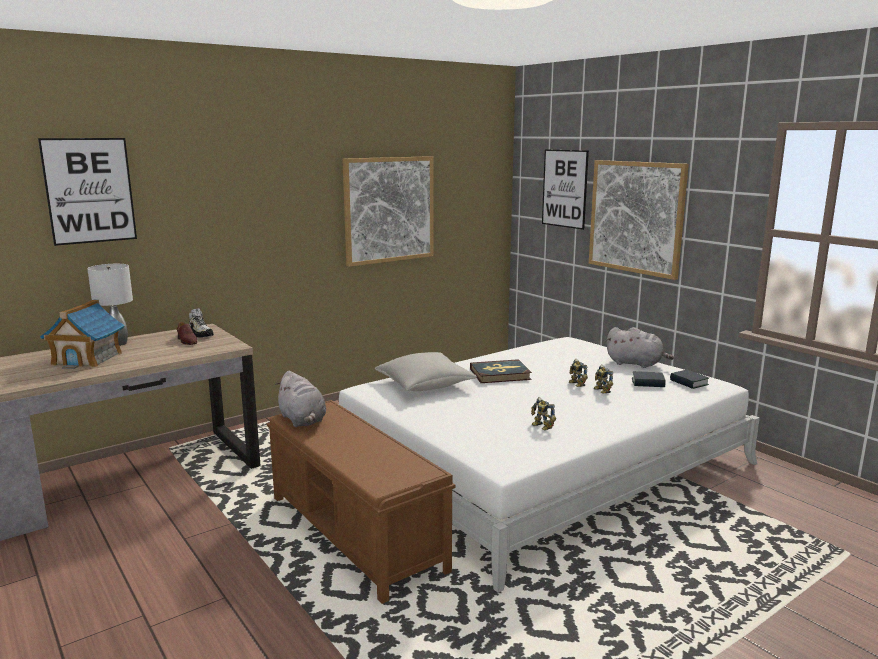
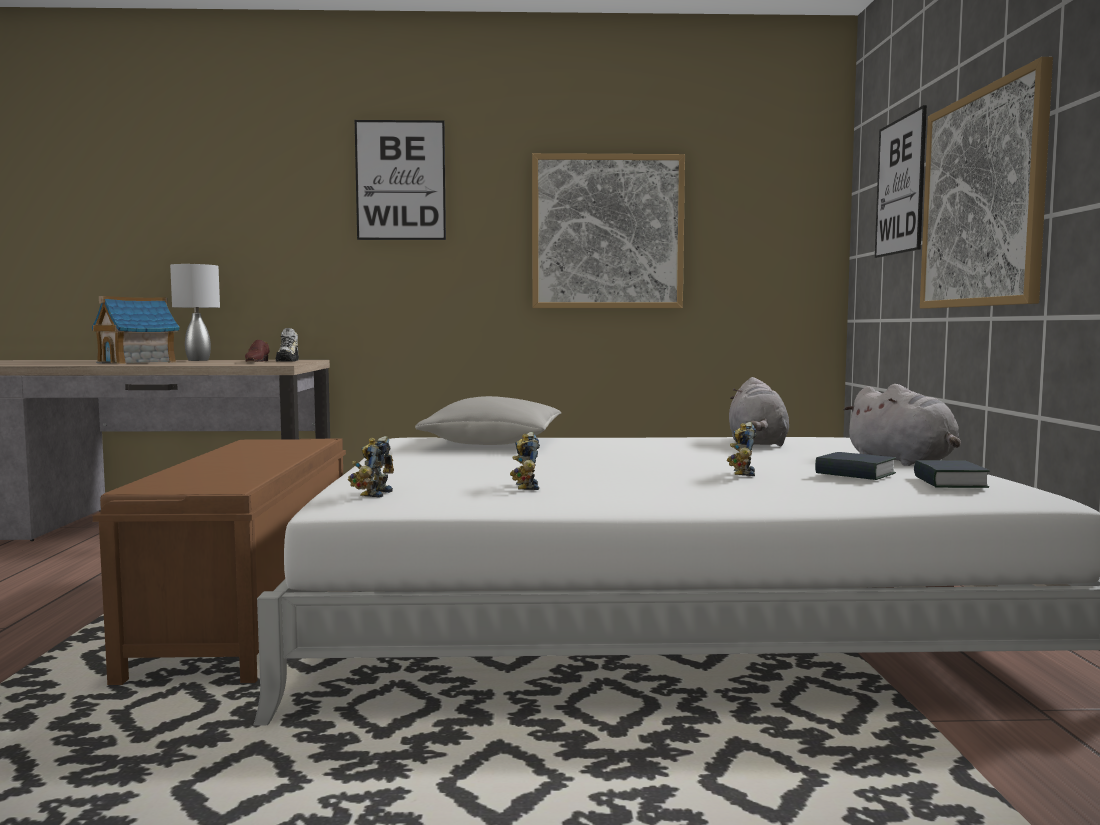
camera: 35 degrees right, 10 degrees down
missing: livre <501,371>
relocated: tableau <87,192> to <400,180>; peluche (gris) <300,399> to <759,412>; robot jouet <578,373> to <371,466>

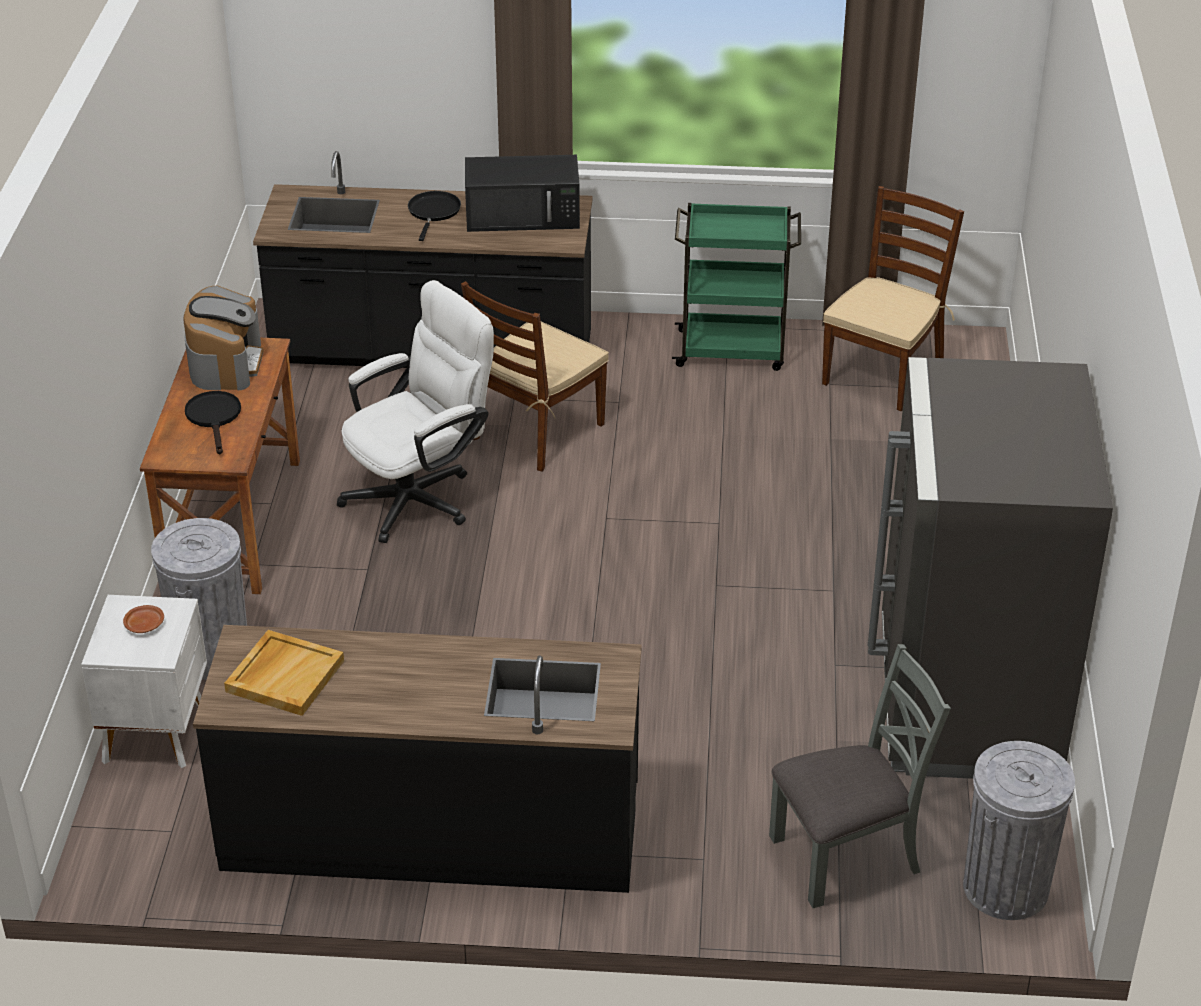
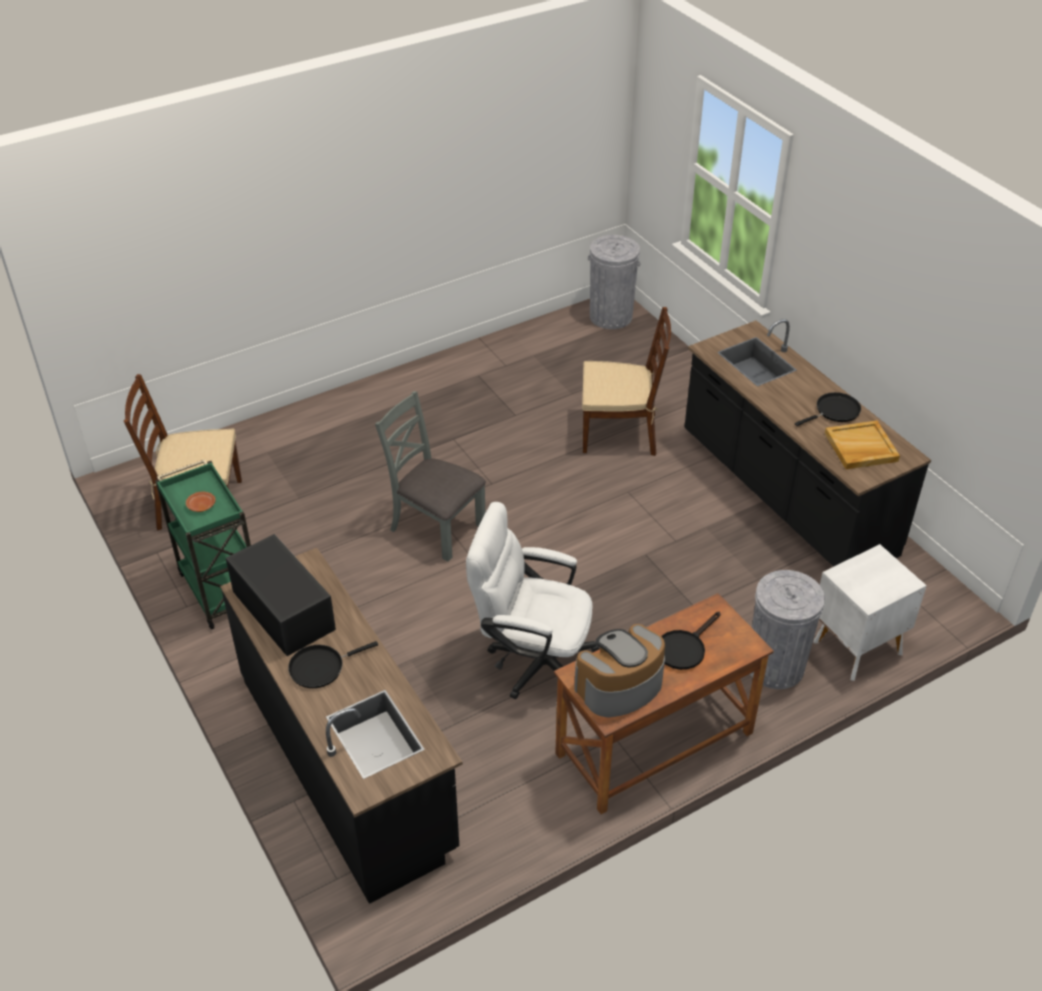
camera: 125 degrees left, 5 degrees up
missing: réfrigérateur (gris) <990,568>
appeared: poêle (noir) <828,409>
relocated: assiette (marron) <143,619> to <201,502>; chaise (marron) <535,376> to <626,381>; chaise (gris) <860,776> to <430,476>

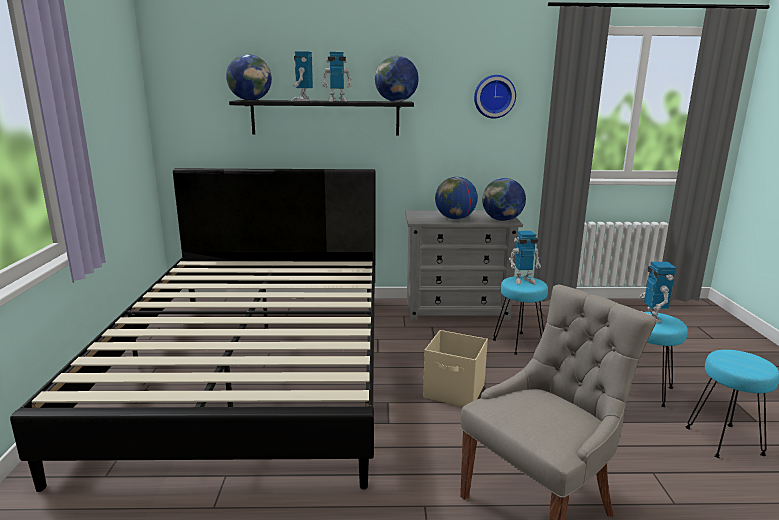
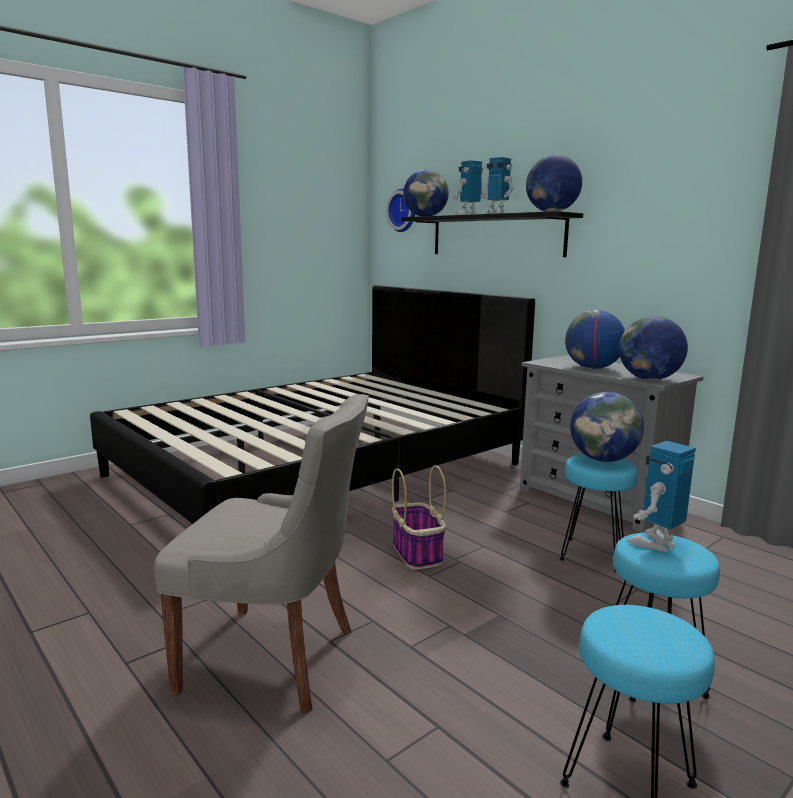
camera: 50 degrees right, 5 degrees down
relocated: horloge murale <495,97> to <400,210>
exchanged: boîte de rangement (beige) <455,368> to panier <419,517>; robot jouet <525,258> to globe <607,427>

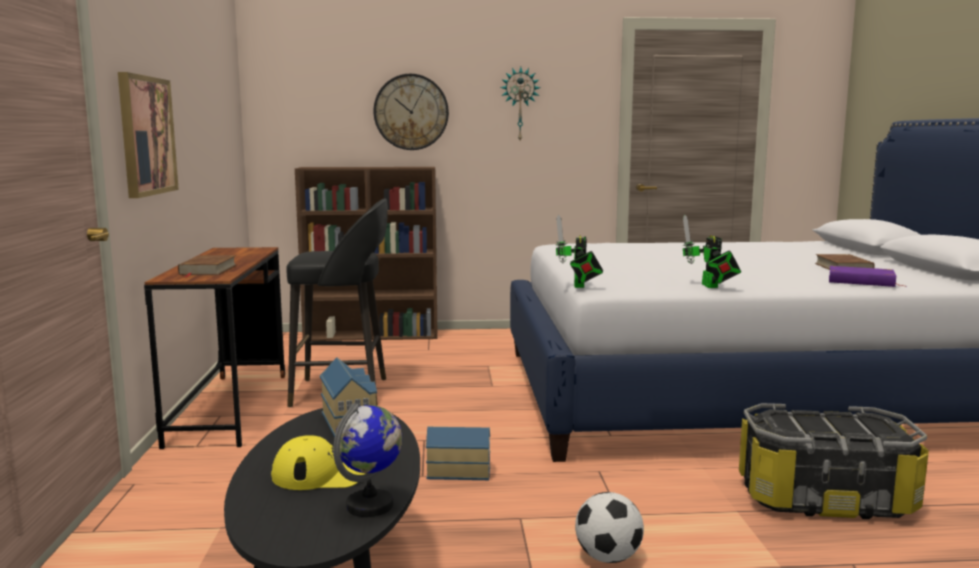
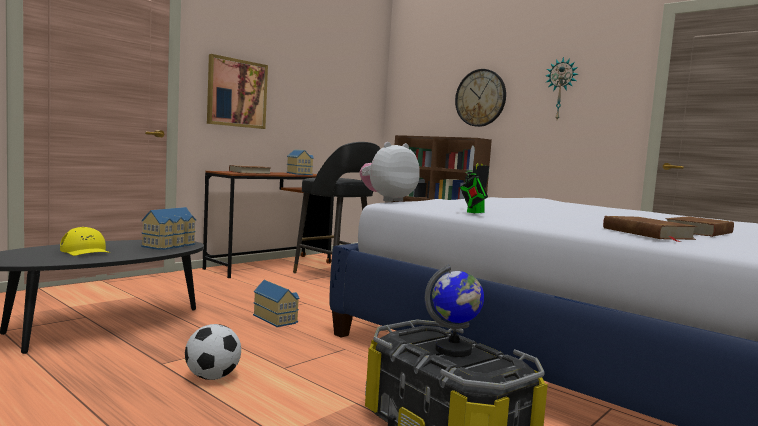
camera: 45 degrees right, 5 degrees down
appeared: maison miniature <300,162>
relocated: globe <367,460> to <454,310>
exchanged: robot jouet <579,251> to peluche <390,172>
colour: livre (violet) <866,276> to livre (marron) <650,229>

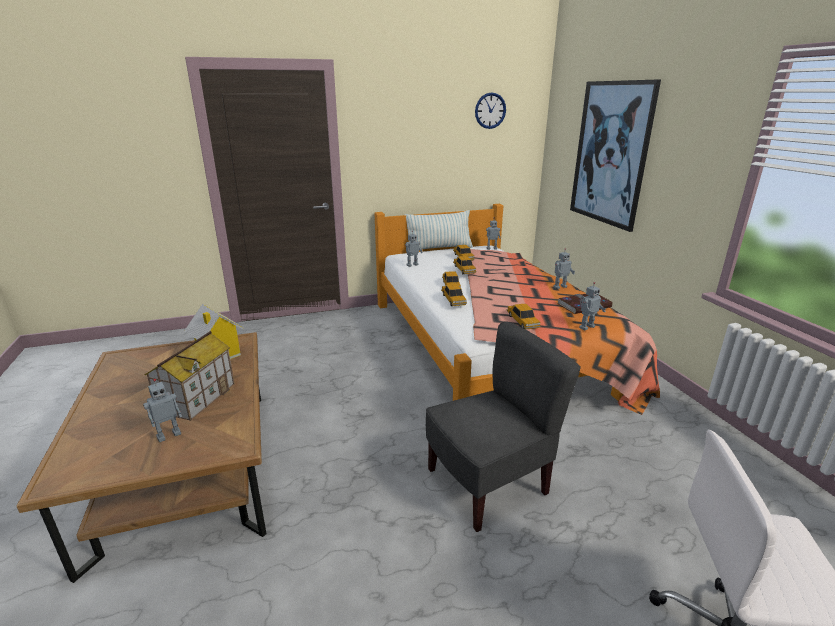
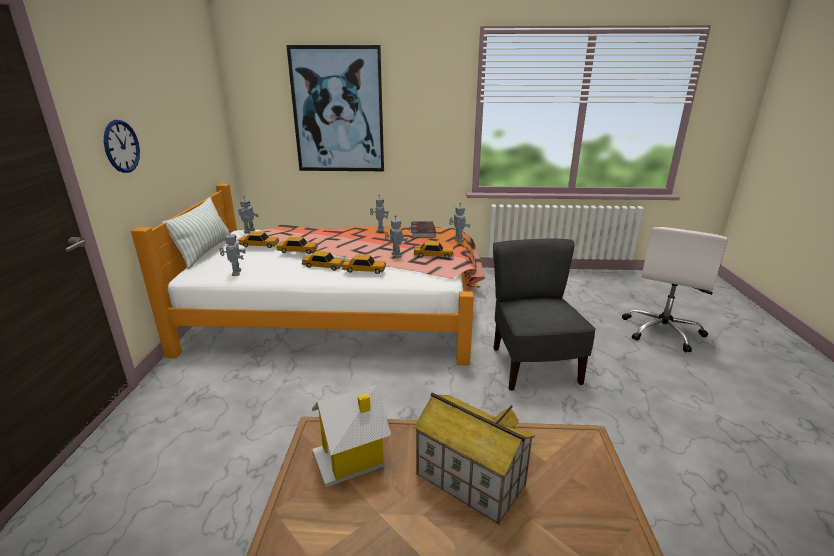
camera: 70 degrees left, 0 degrees up
relocated: robot jouet <162,410> to <396,236>; horloge murale <490,110> to <122,146>

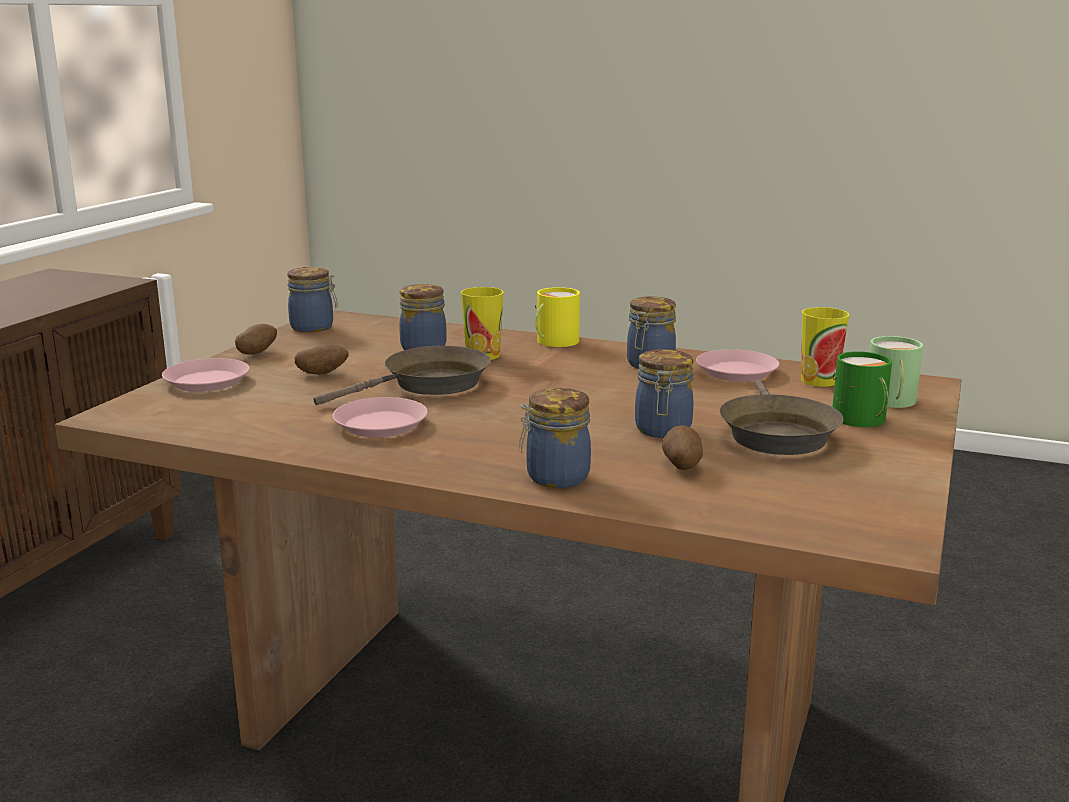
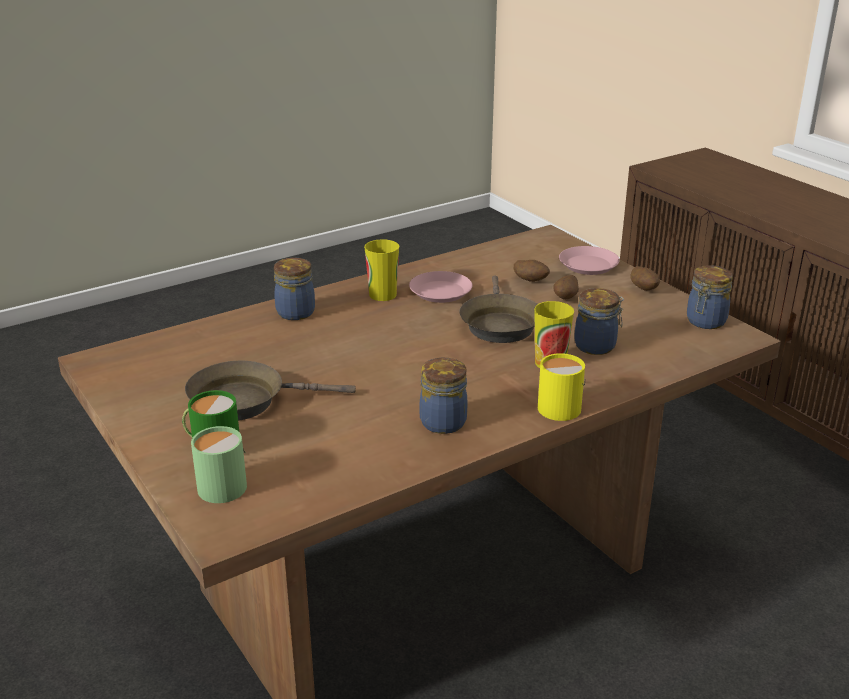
camera: 125 degrees right, 10 degrees up
missing: bocal <664,393>; assiette (rose) <738,365>
relocated: pomme de terre <682,447> to <532,271>; tasse <825,347> to <381,270>
spun: poêle (marron) <782,417> = <270,391> 45 degrees counterclockwise

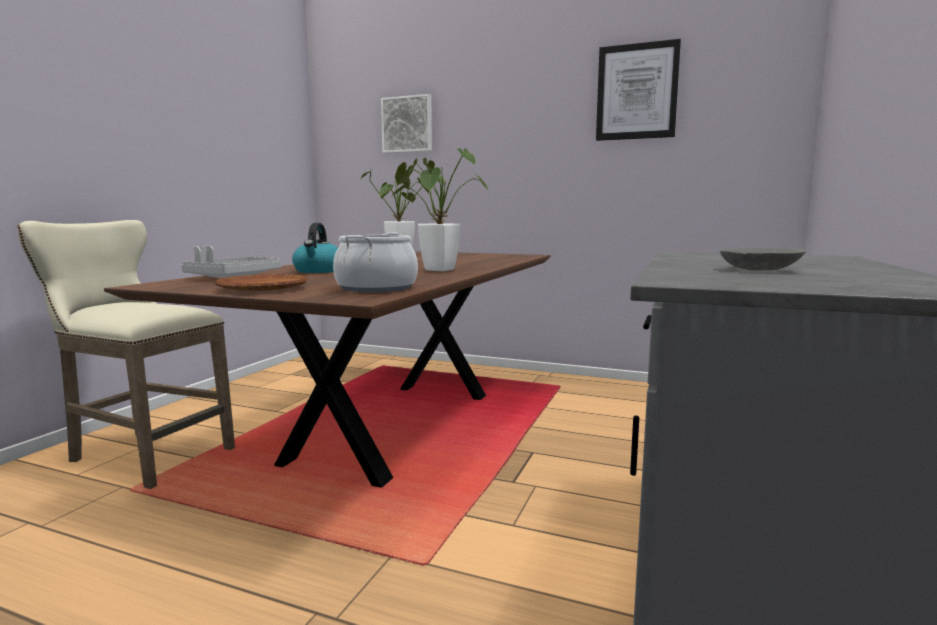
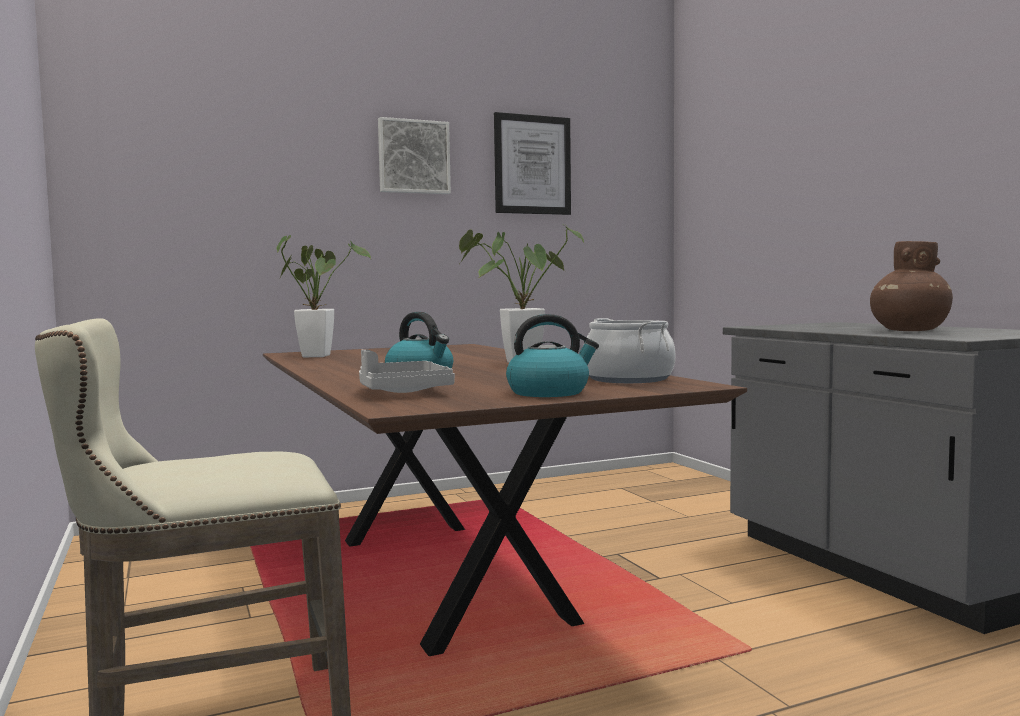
camera: 45 degrees left, 5 degrees down
relocated: tableau <406,123> to <414,155>
exchanged: assiette (marron) <261,282> to bouilloire <552,355>; bol (gris) <763,259> to vase (marron) <911,286>

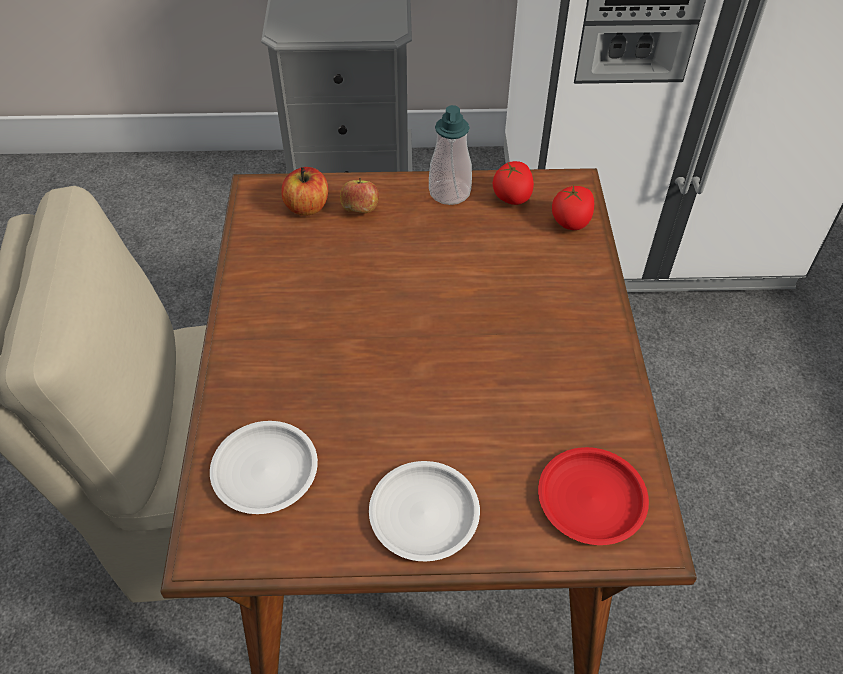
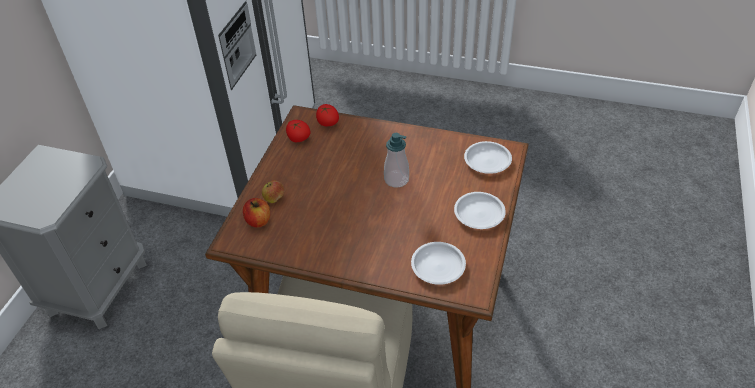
camera: 70 degrees left, 5 degrees down
relocated: distributeur de savon <450,155> to <396,160>
colour: assiette (rouge) <593,496> to assiette (blanc) <488,157>

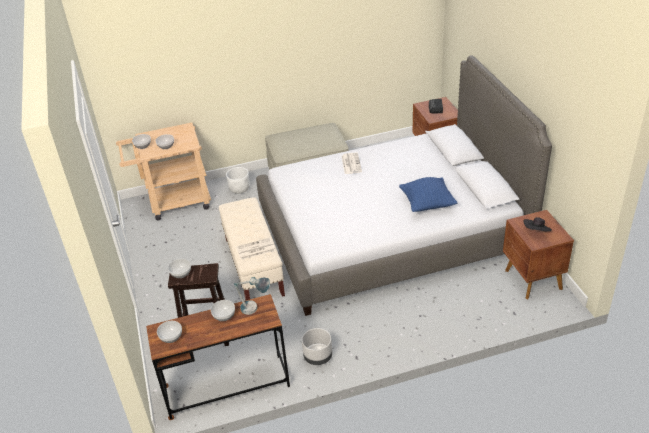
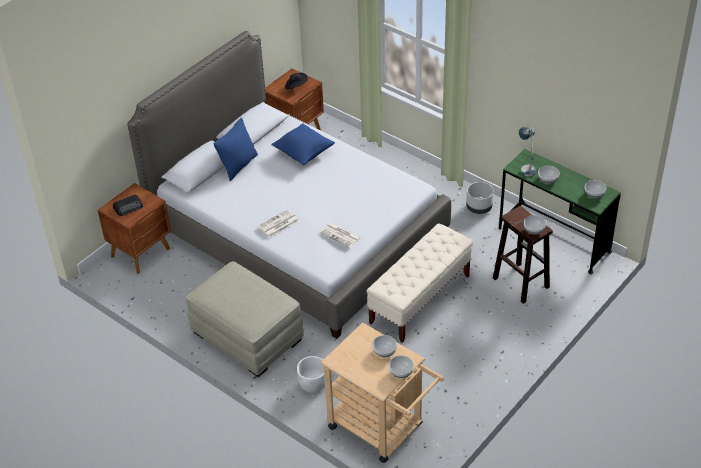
camera: 125 degrees left, 5 degrees up
appeared: coussin (bleu) <236,149>
relocated: journal <256,249> to <340,235>
colour: bureau (marron) <218,357> to bureau (vert) <560,212>

